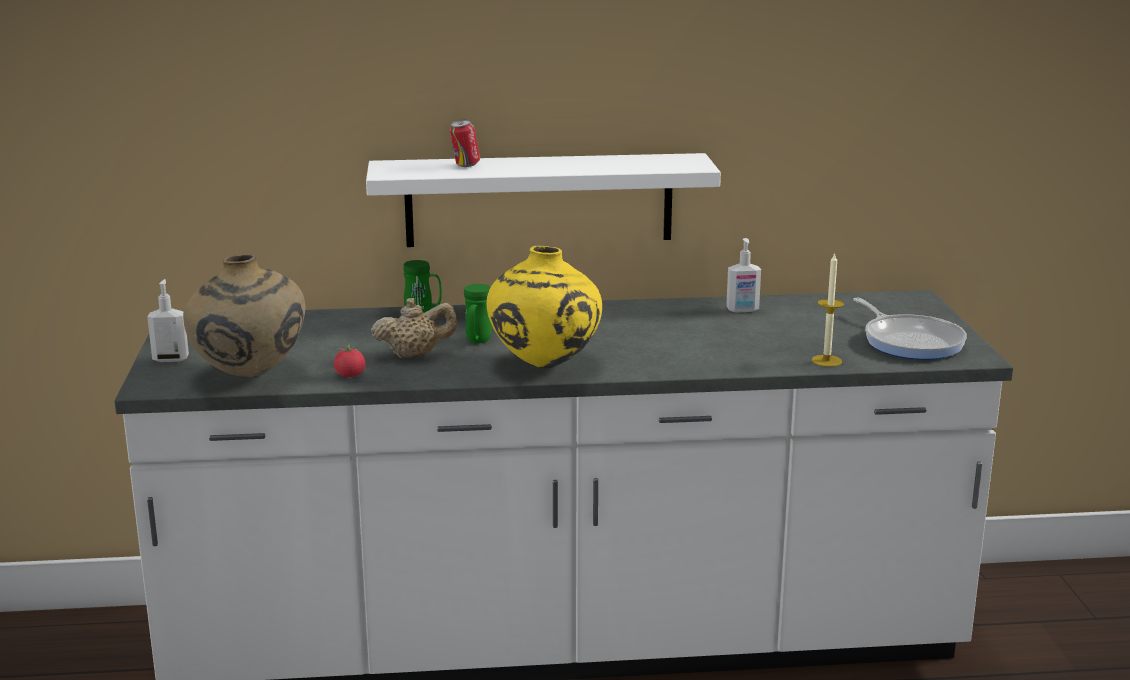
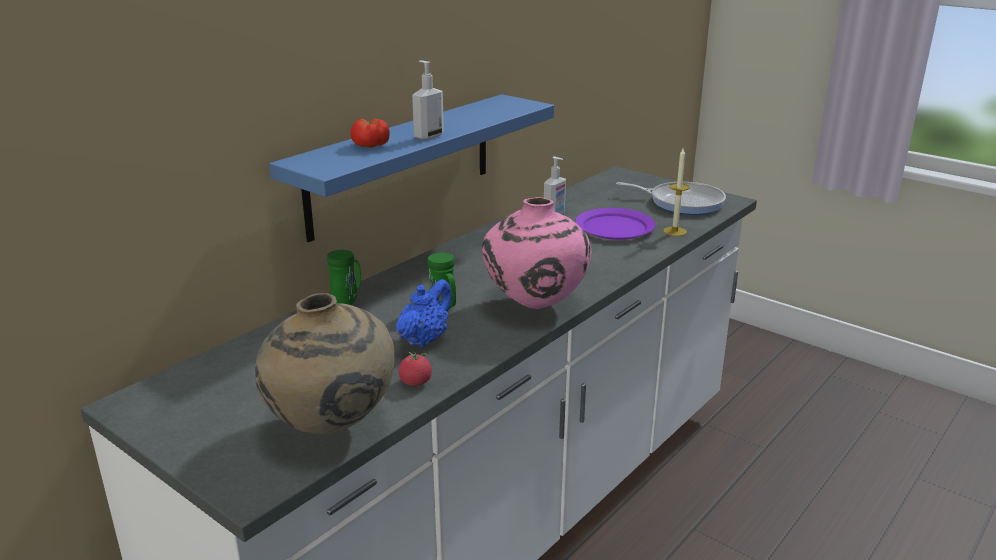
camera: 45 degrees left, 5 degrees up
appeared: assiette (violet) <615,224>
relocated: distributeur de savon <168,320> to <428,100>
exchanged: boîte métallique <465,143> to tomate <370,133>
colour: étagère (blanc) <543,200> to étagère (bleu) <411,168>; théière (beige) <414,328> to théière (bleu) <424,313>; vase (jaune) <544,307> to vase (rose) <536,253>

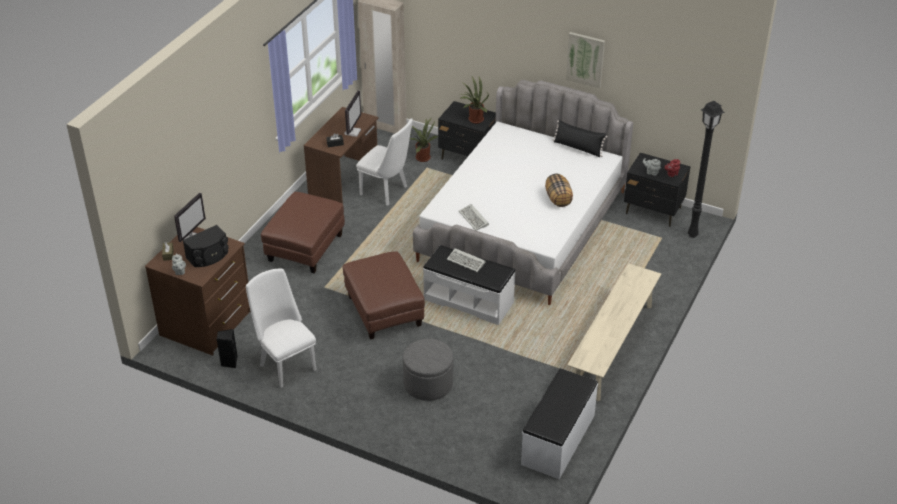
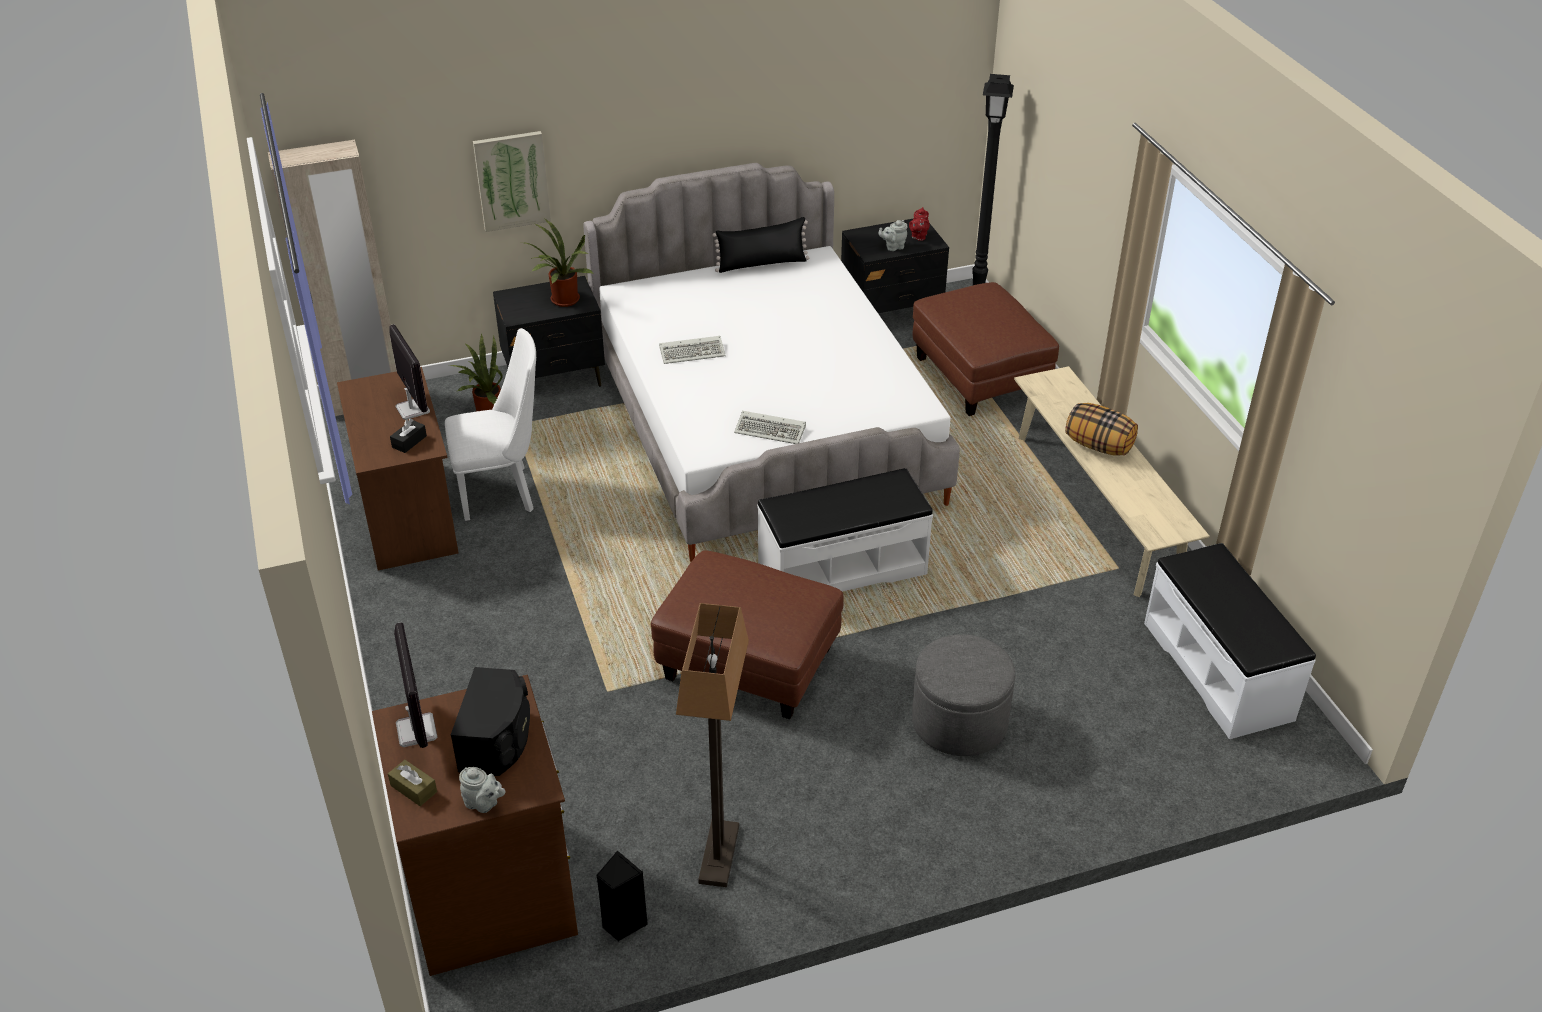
camera: 45 degrees left, 0 degrees up
relocated: pouf (marron) <303,232> to <986,349>; clavier <466,260> to <692,350>; coussin <559,190> to <1101,429>; tableau <585,60> to <512,181>
exchanged: chaise (blanc) <281,328> to lampadaire <712,745>

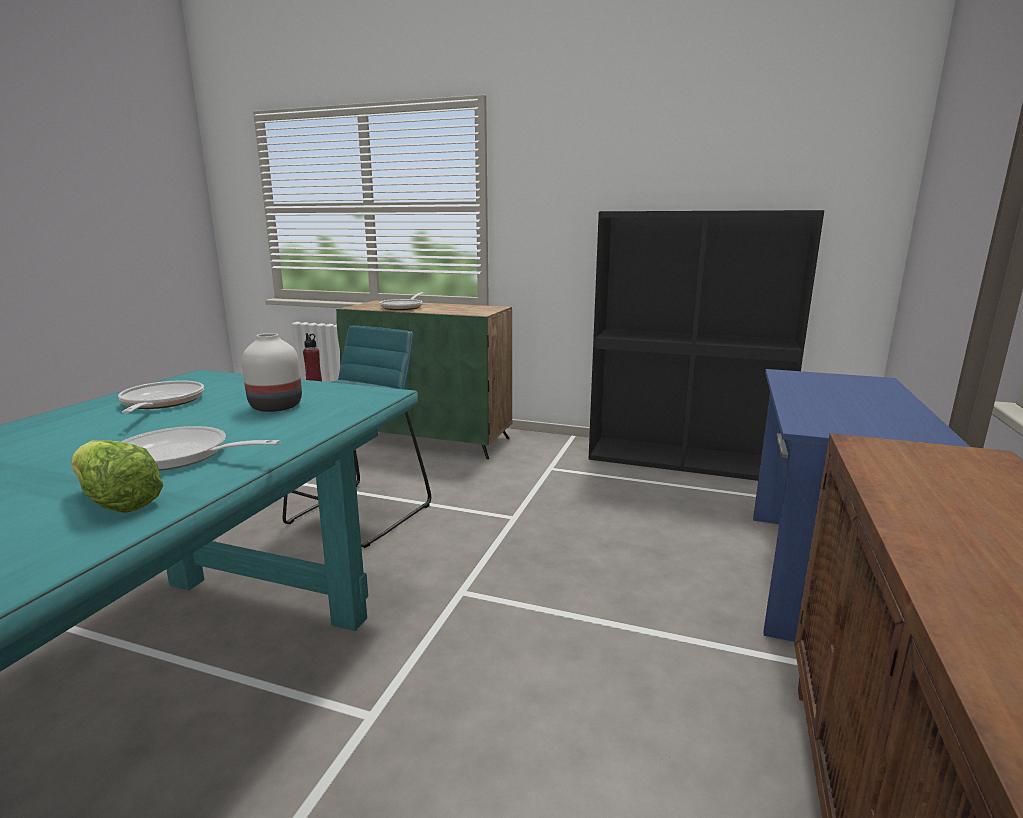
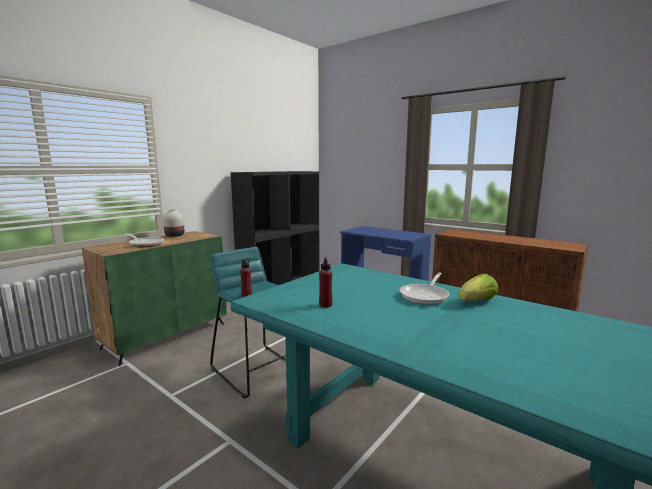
camera: 70 degrees left, 5 degrees down
relocated: vase (blanc) <272,372> to <173,223>
exchanged: poêle <161,396> to bouteille (rouge) <325,282>

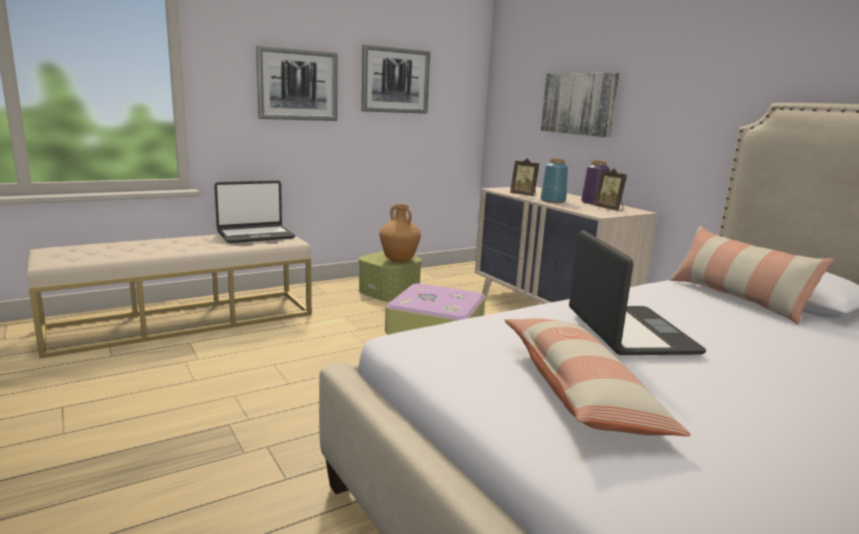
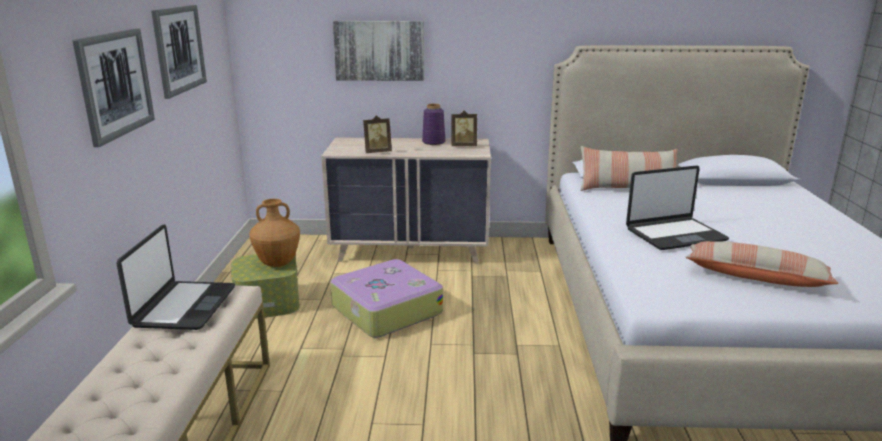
camera: 55 degrees left, 5 degrees up
missing: vase (bleu) <554,180>
spun: ordinateur portable <637,292> = <677,207> 135 degrees clockwise

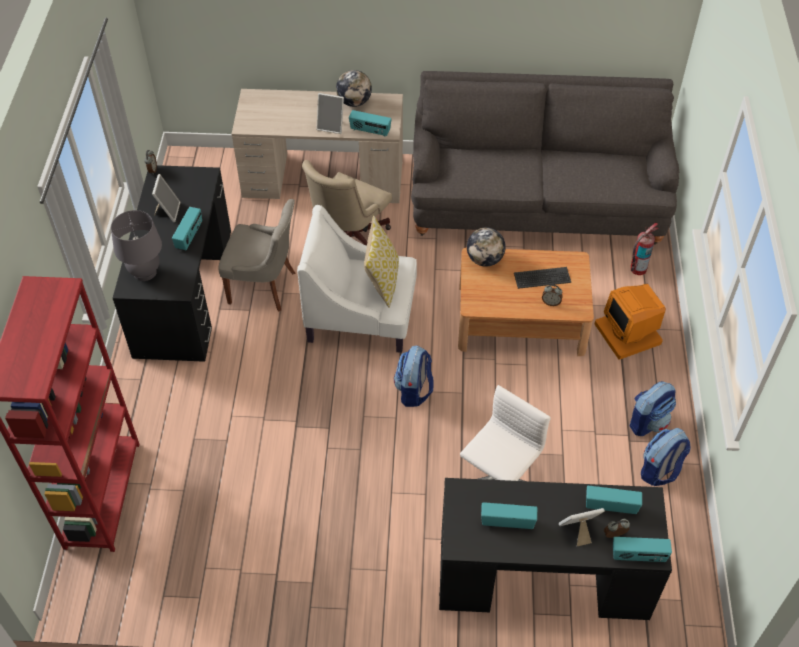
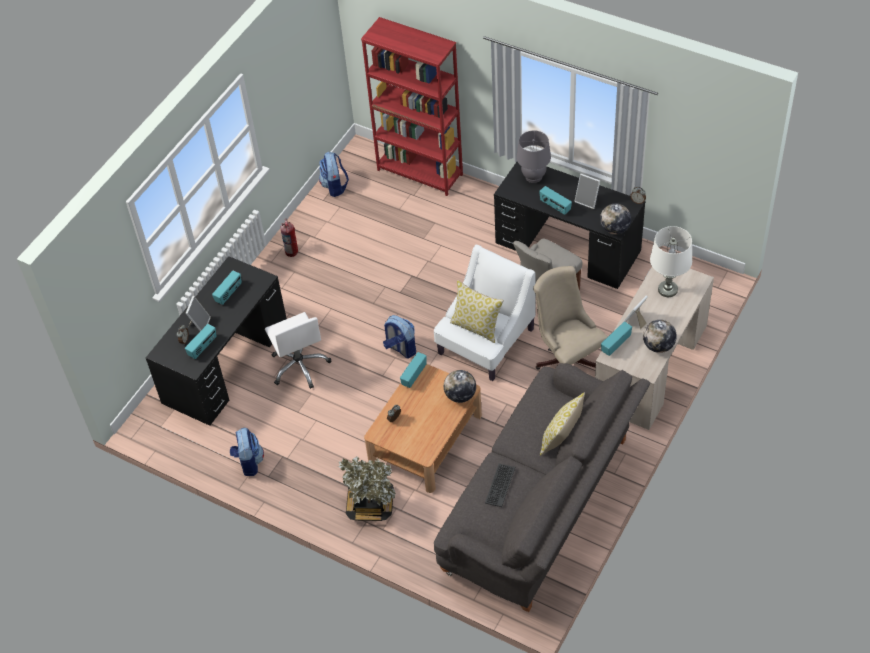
camera: 120 degrees right, 0 degrees up
appeared: coussin <562,424>; globe <615,219>; lampe de table (blanc) <671,261>
relocated: clavier <542,278> to <500,485>; radio <642,549> to <413,370>; sac à dos <653,408> to <334,174>; extincteur <645,249> to <289,237>
exchanged: écran d'ordinateur <630,322> to plante en pot <367,489>

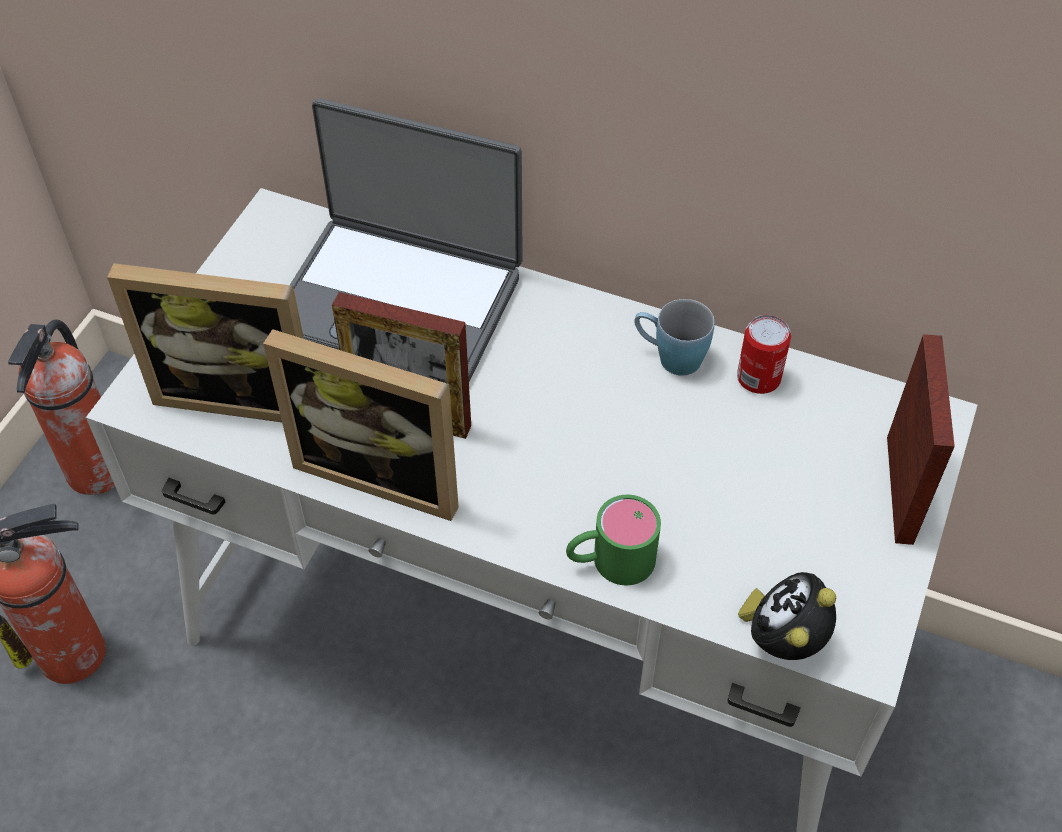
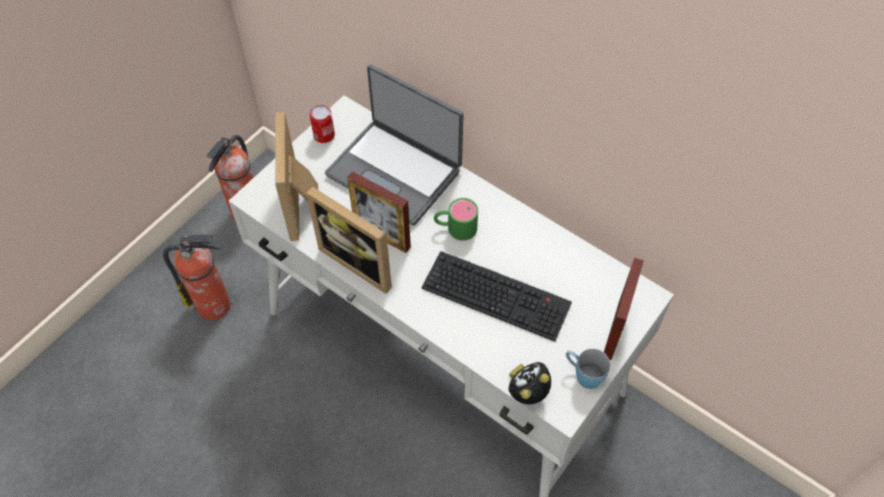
camera: 15 degrees right, 5 degrees up
appeared: clavier <497,296>
relocated: mug (vert) <613,540> to <456,219>; mug (bleu) <674,337> to <588,369>; boîte métallique <764,354> to <322,124>
spun: cadre photo <205,342> = <296,176> 60 degrees clockwise

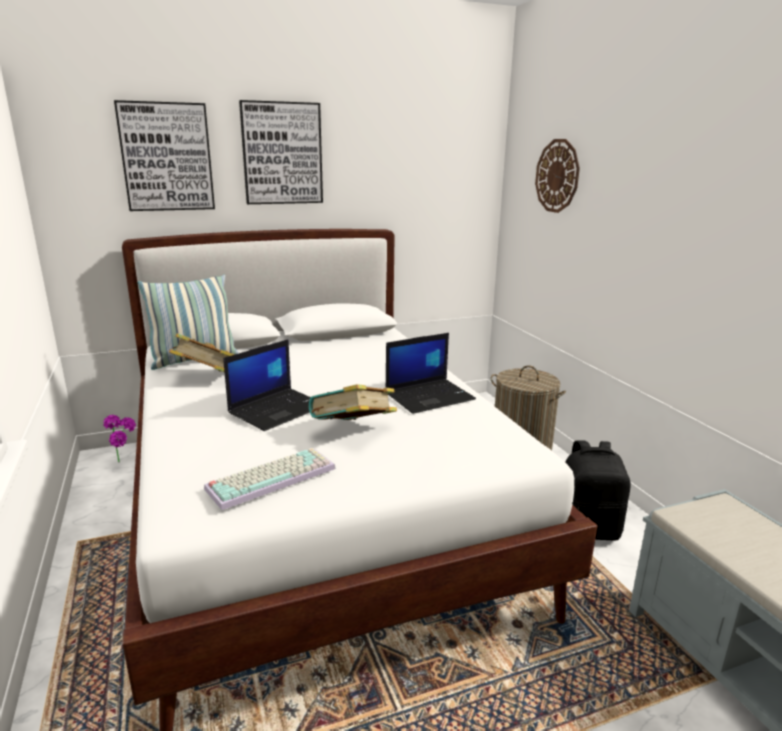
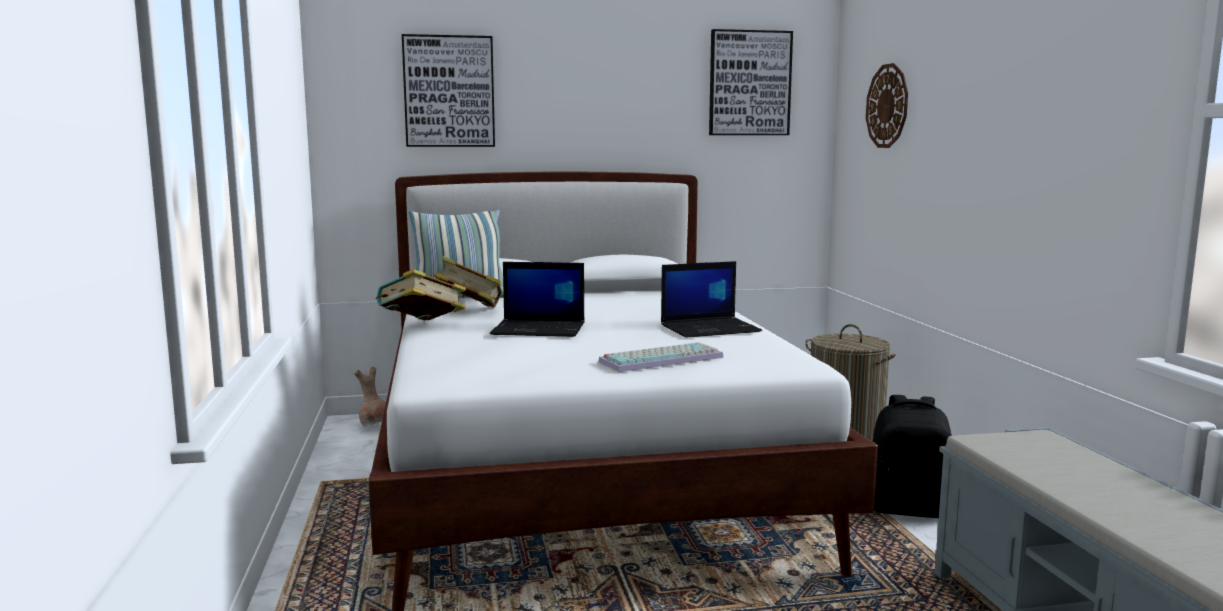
camera: 10 degrees right, 10 degrees down
relocated: clavier <270,479> to <661,357>; tableau <281,152> to <751,82>; livre <353,402> to <420,294>
exchanged: plante en pot <119,438> to vase (marron) <370,397>
spun: ordinateur portable <267,385> = <537,299> 45 degrees clockwise

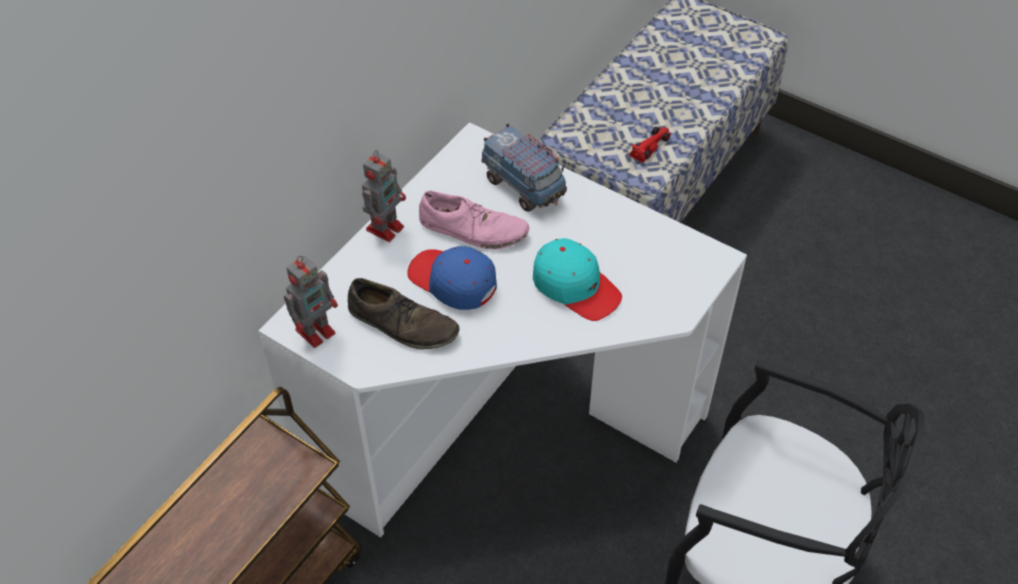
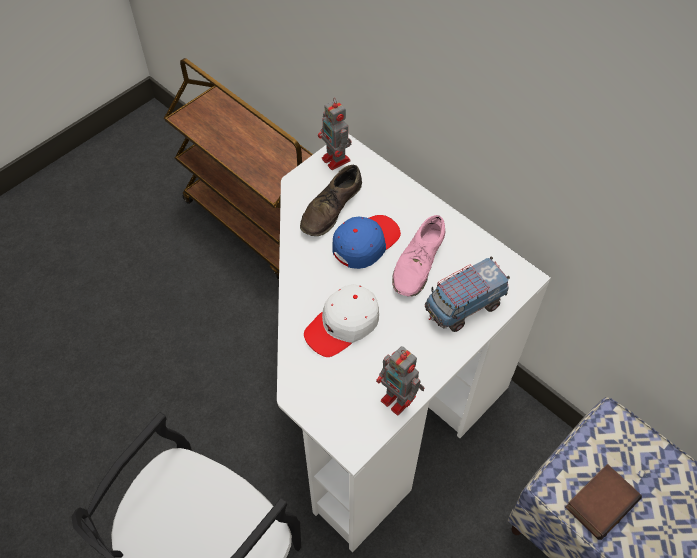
camera: 100 degrees right, 5 degrees up
relocated: robot jouet <384,196> to <400,380>
exchanged: petite voiture (rouge) <650,145> to livre <603,502>
colour: casquette (turquoise) <577,279> to casquette (blanc) <341,320>

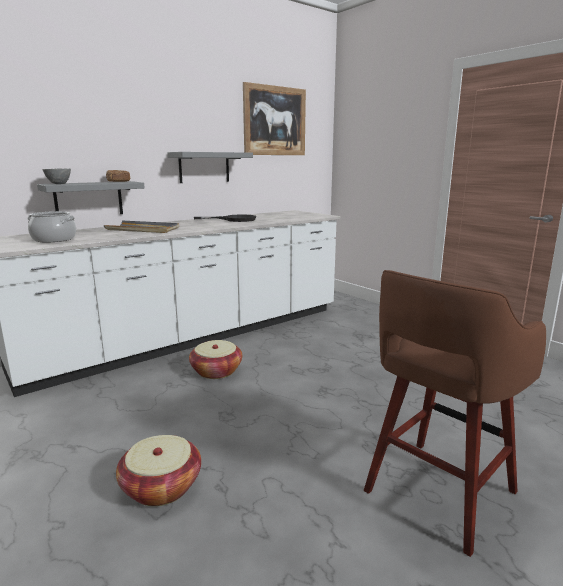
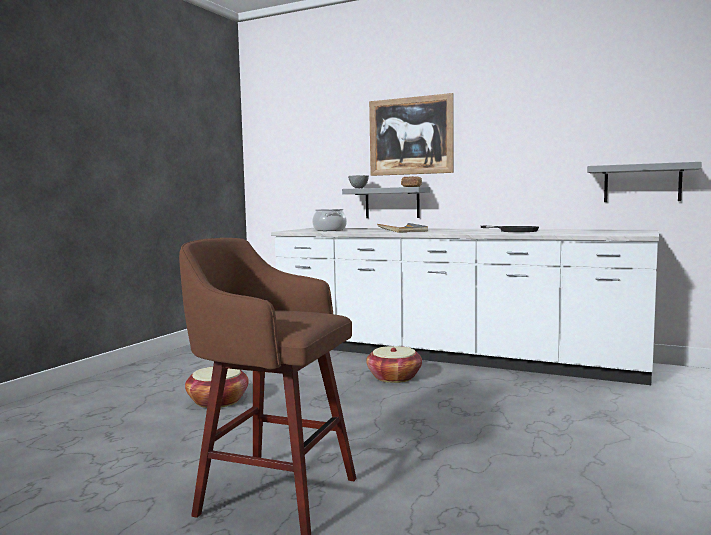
camera: 65 degrees right, 10 degrees down
relocated: étagère (gris) <210,167> to <644,182>; tableau <274,118> to <411,134>

